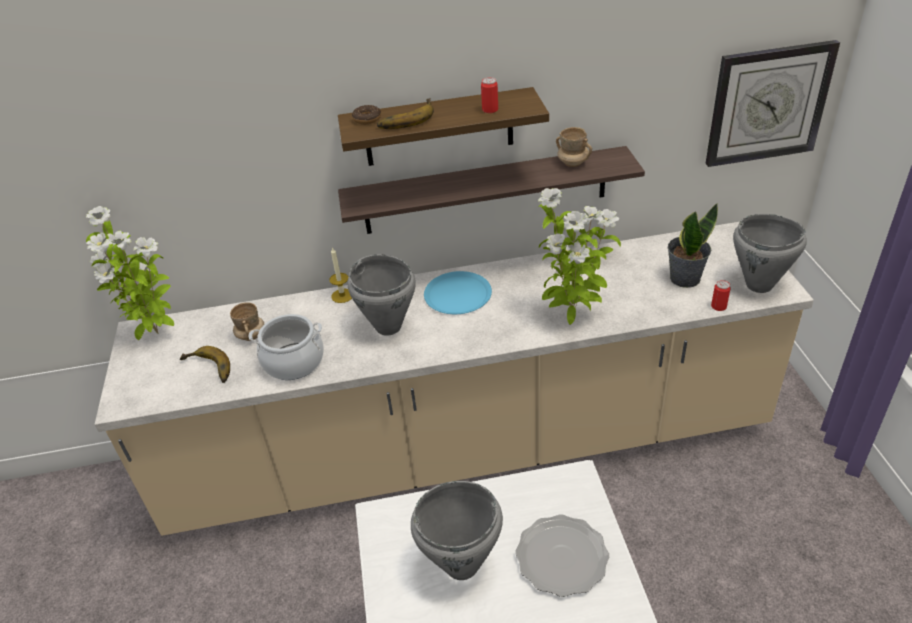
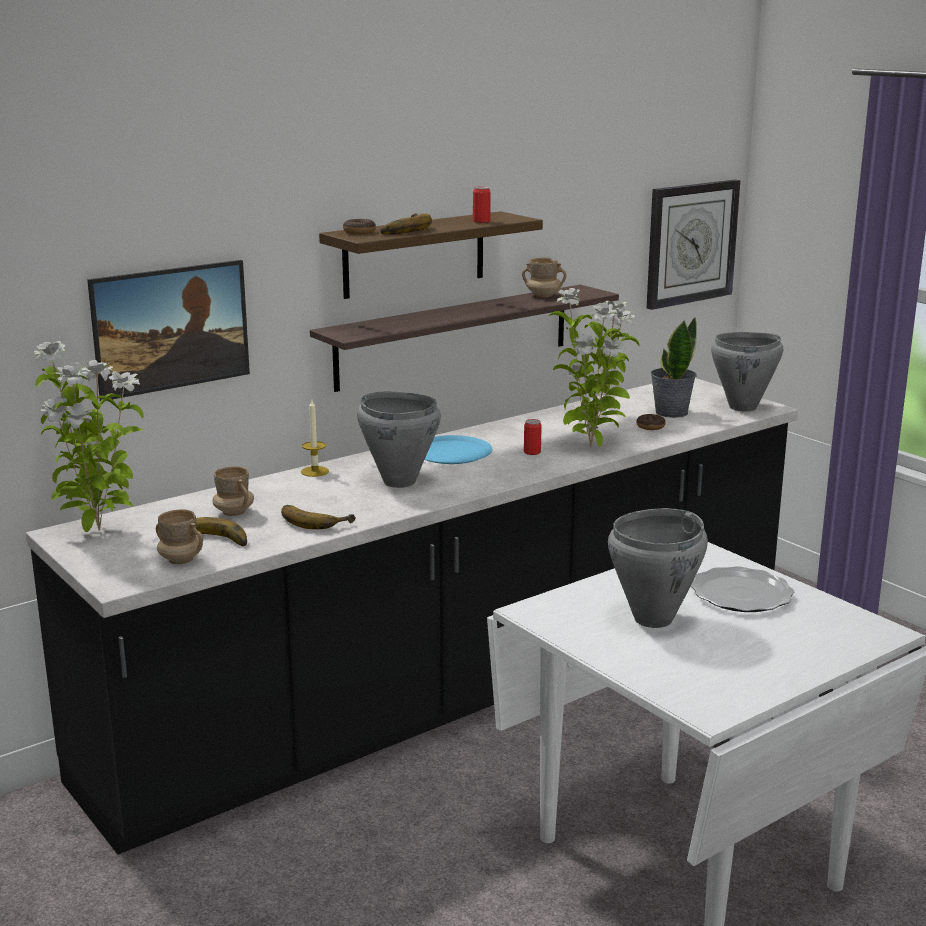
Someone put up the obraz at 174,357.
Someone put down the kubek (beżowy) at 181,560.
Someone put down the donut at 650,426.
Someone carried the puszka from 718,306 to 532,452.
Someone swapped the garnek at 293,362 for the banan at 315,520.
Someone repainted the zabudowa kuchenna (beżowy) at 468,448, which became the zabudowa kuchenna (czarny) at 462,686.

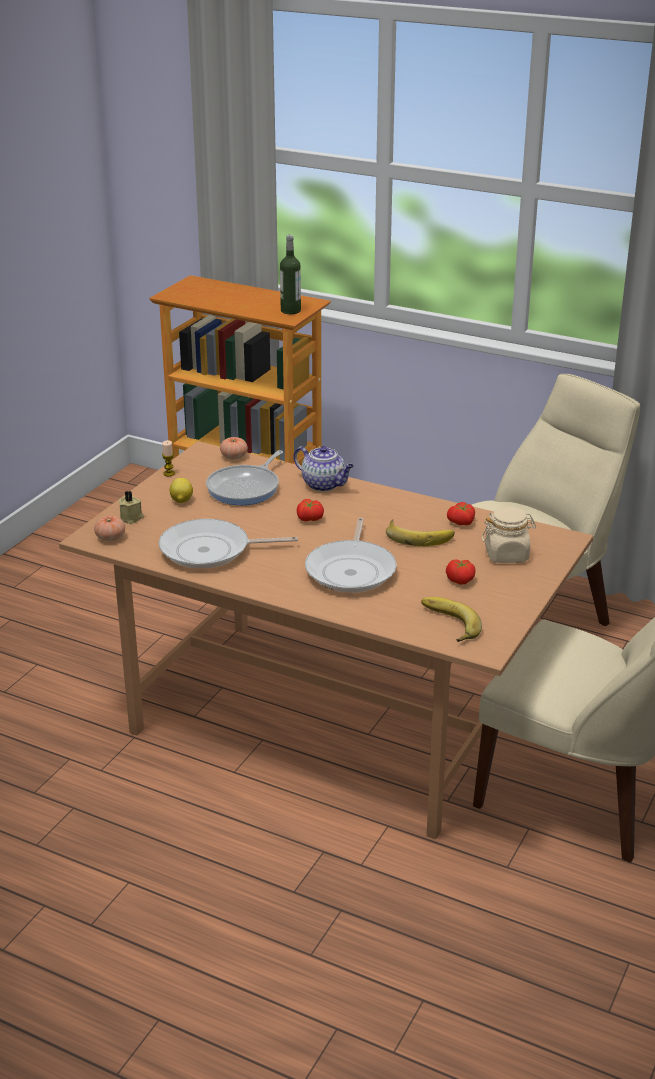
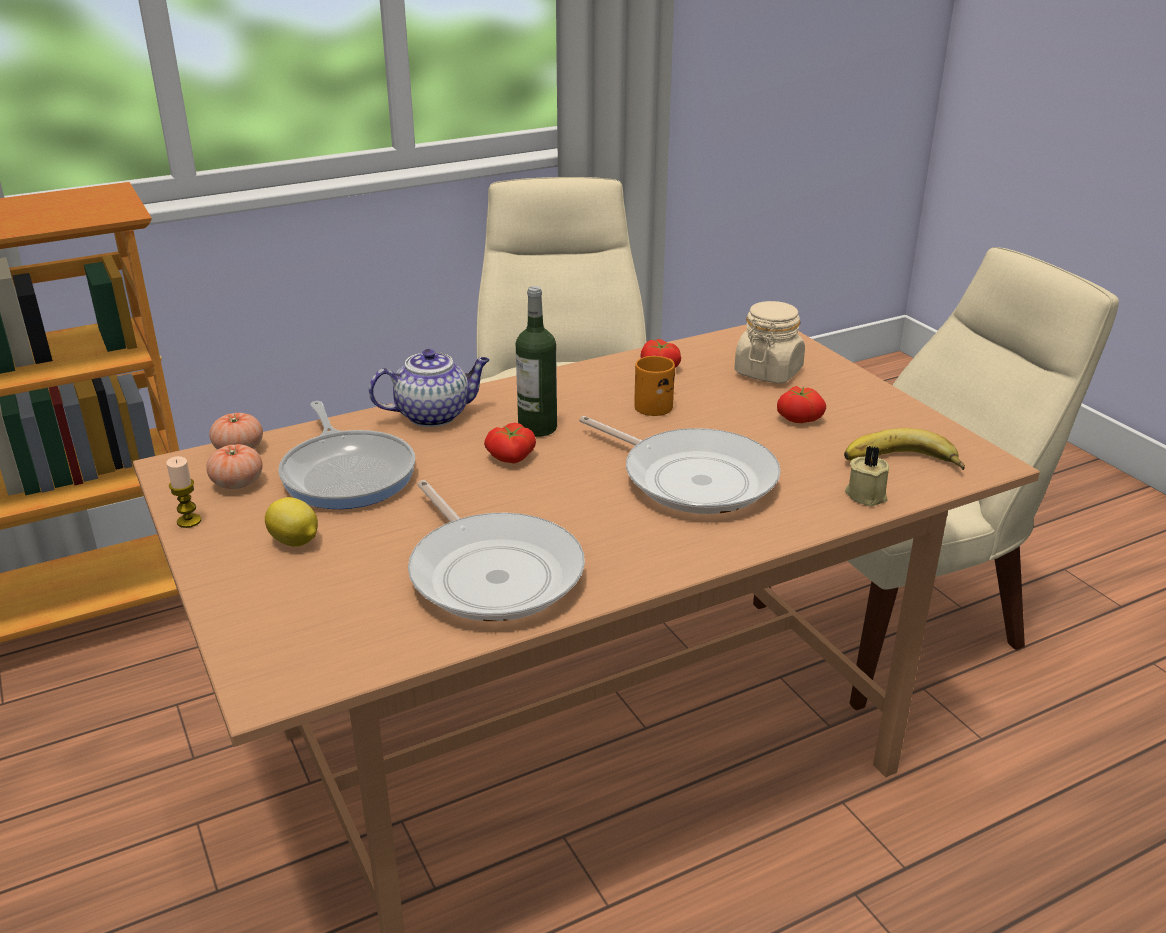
Someone carried the pomidor from 110,537 to 237,483.
Someone carried the świeca (beżowy) from 131,518 to 866,494.
Someone carried the butelka from 290,311 to 537,428.
Someone swapped the banan at 419,535 for the kubek (pomarańczowy) at 657,403.
Someone rotated the patelnia at 210,551 by 60 degrees counterclockwise.

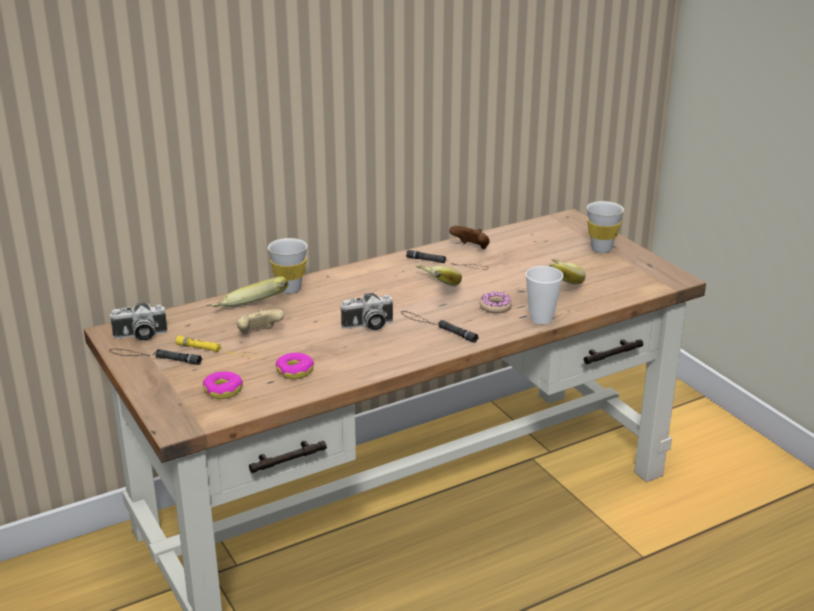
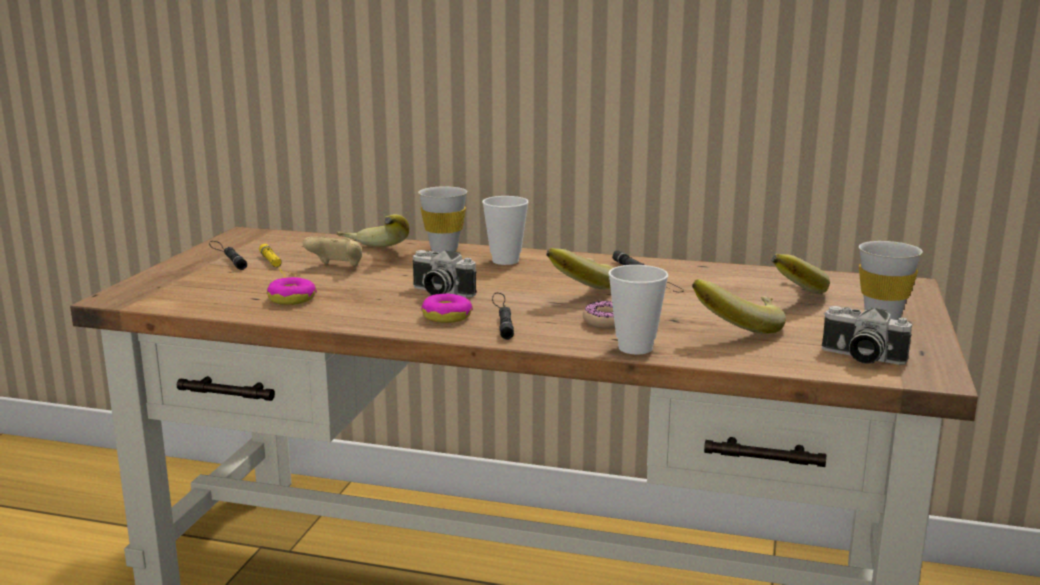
Someone took away the pad do gier (brązowy) at 471,248.
Someone put down the filiżanka at 505,261.
Someone put down the banan at 789,294.
Someone carried the aparat fotograficzny from 140,336 to 860,357.
Someone carried the donut from 223,390 to 447,316.

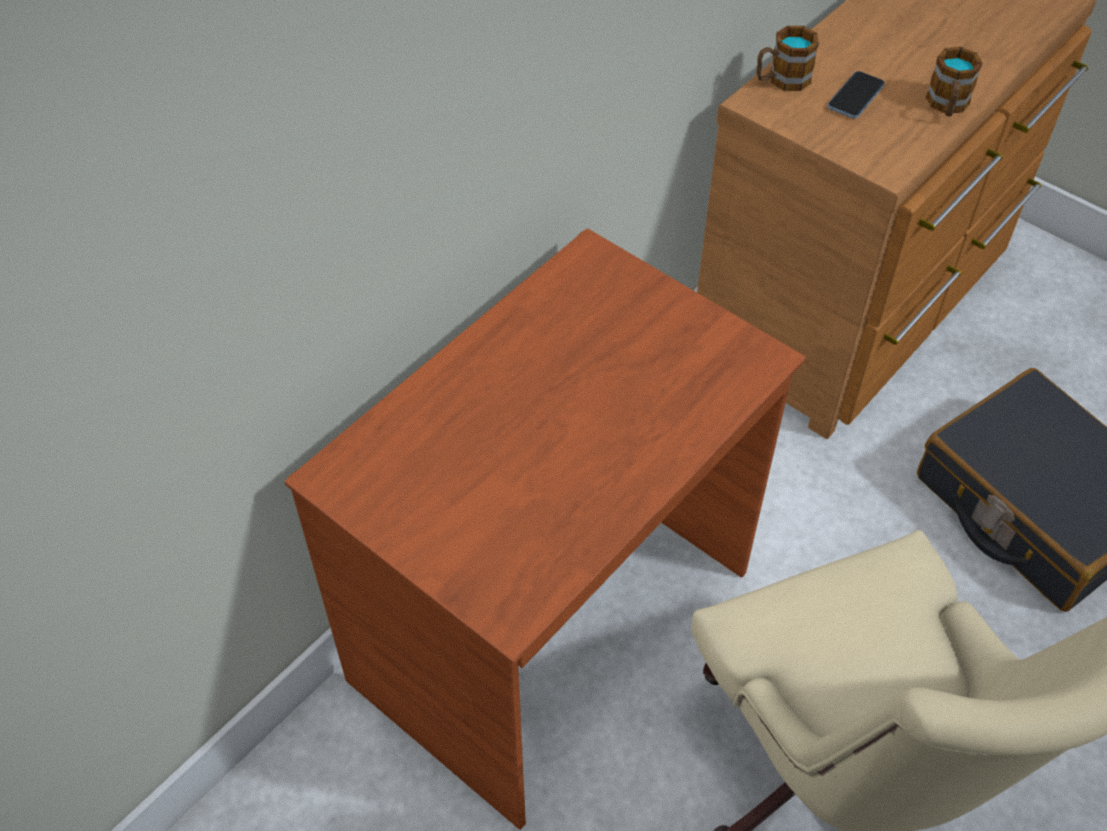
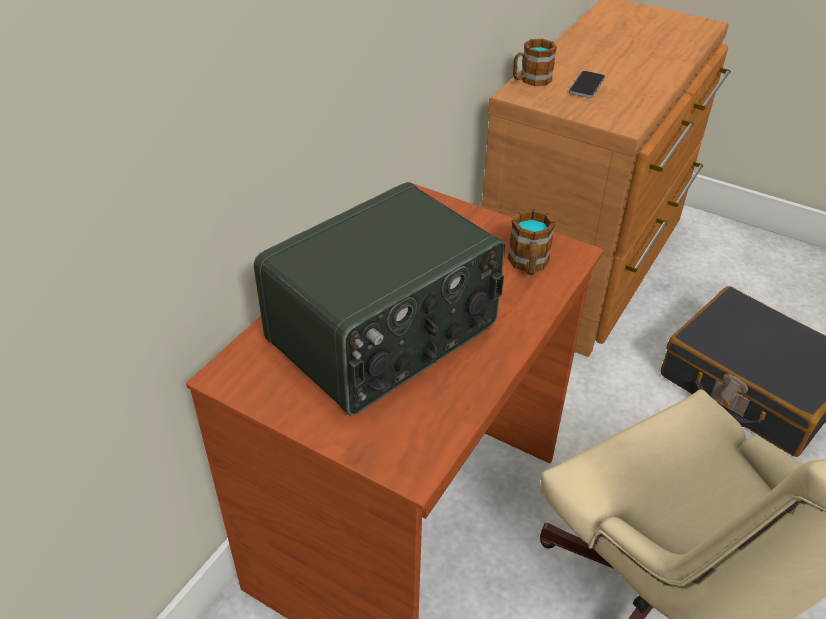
Someone put down the radio at 385,335.
Someone carried the kubek from 947,106 to 528,265.

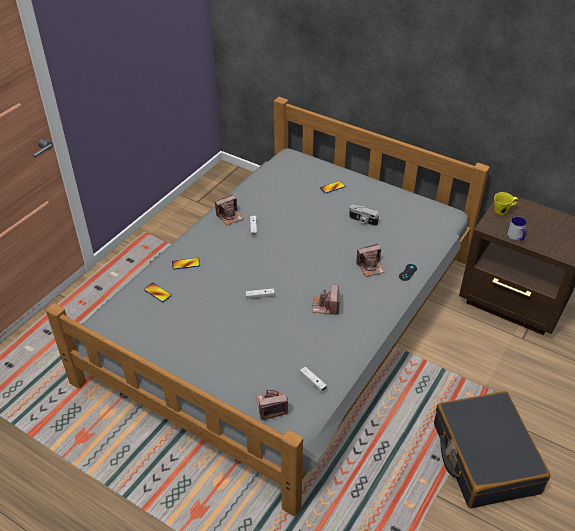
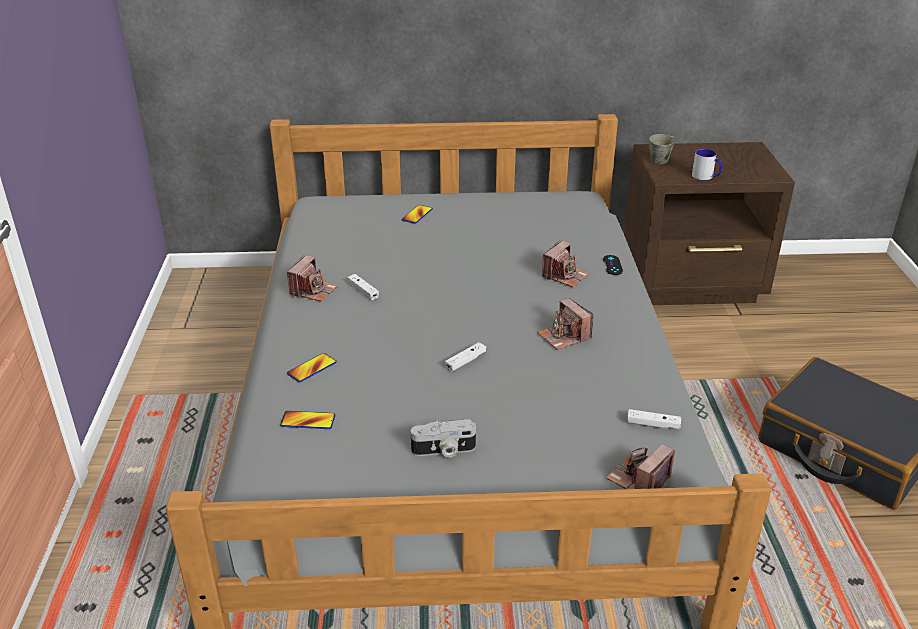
Someone carried the aparat fotograficzny from 362,221 to 444,451.
Someone repainted the kubek (żółty) at 502,211, which became the kubek (szary) at 660,160.

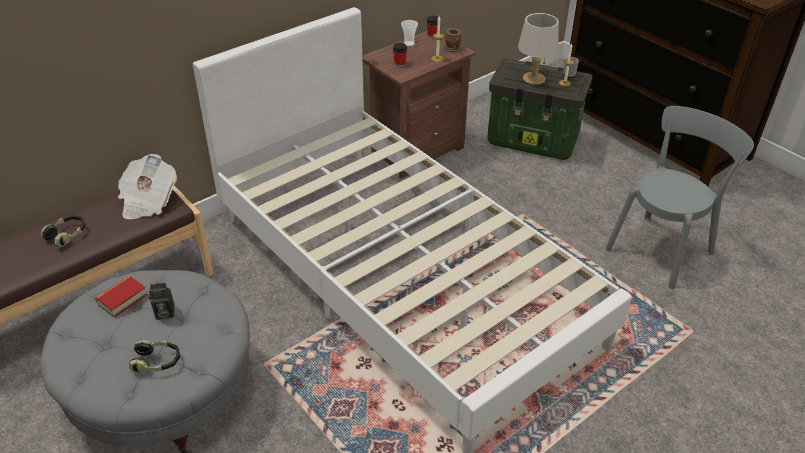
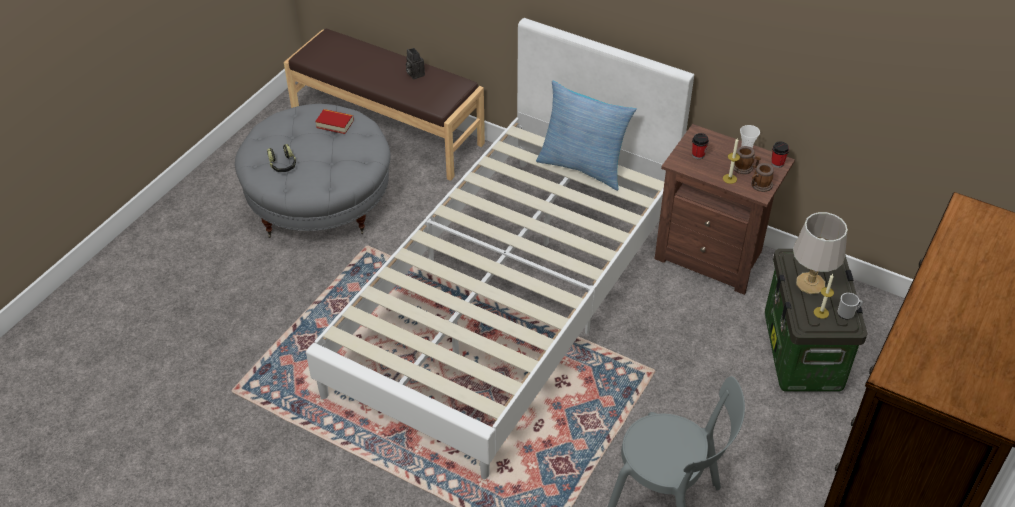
Someone took away the słuchawki at 67,235.
Someone took away the gazeta at 148,201.
Someone put down the poduszka at 583,166.
Someone put down the kubek at 745,168.
Someone carried the aparat fotograficzny from 164,313 to 414,74.

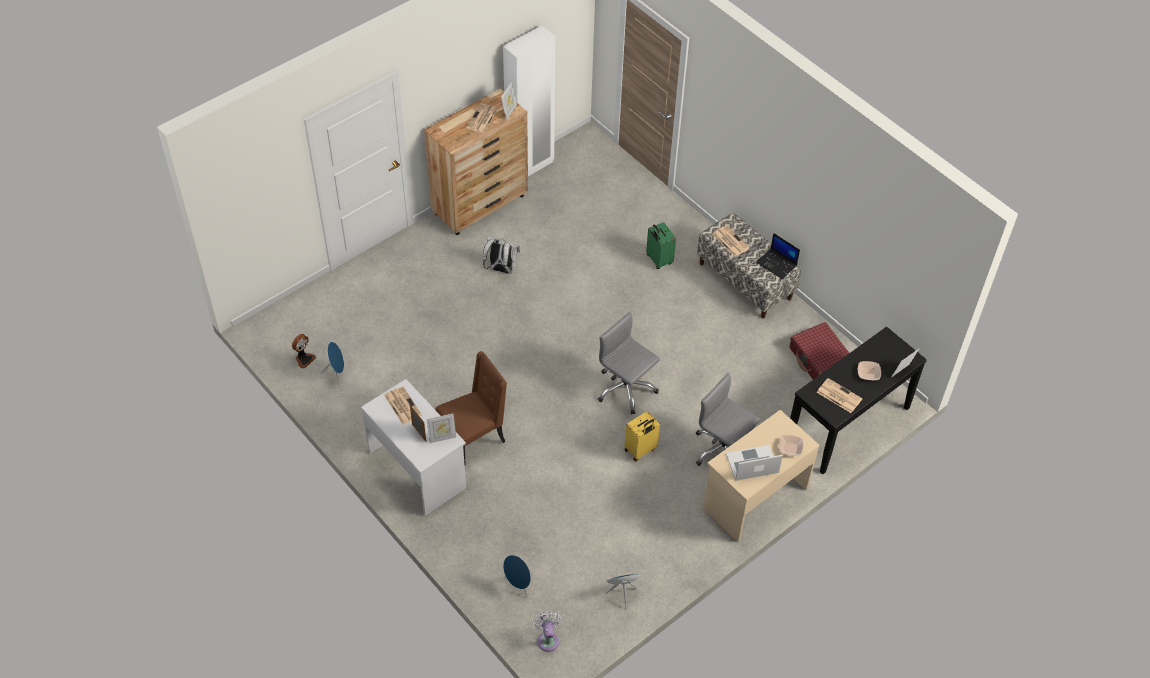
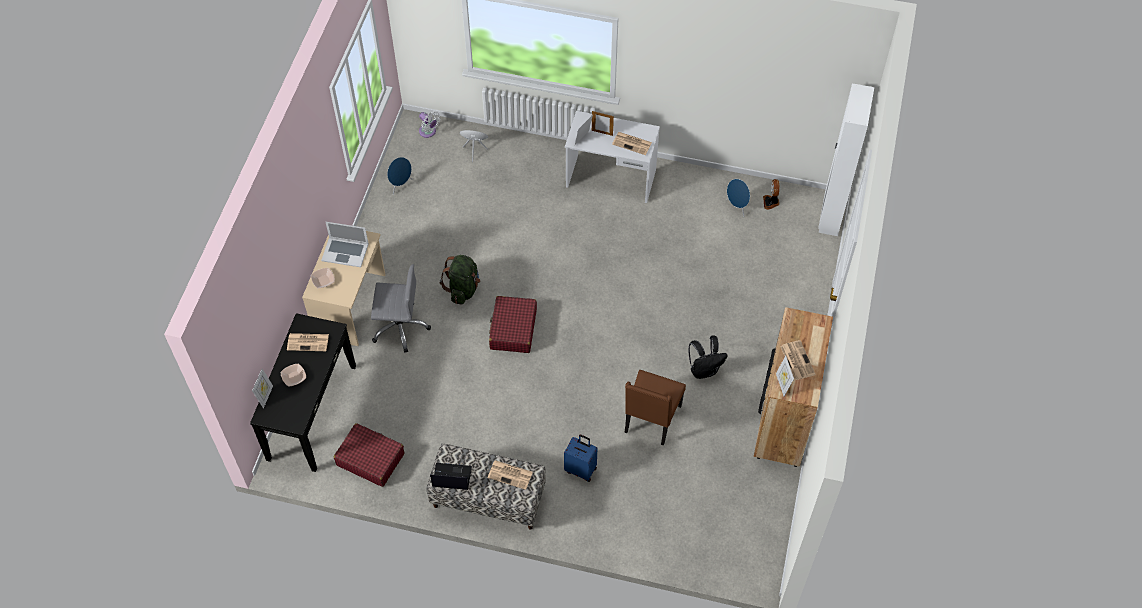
Someone carried the krzesło (brązowy) from 474,437 to 651,420.
Someone carried the szafa (biały) from 530,167 to 830,215.
Someone swapped the krzesło biurowe (szary) at 625,389 for the walizka (czerwony) at 513,329.
Someone swapped the walizka (żółty) at 641,450 for the plecak (zielony) at 463,288.
Someone repainted the plecak (biały) at 501,269, which became the plecak (czarny) at 704,370.
Someone repainted the walizka (zielony) at 658,260, which became the walizka (niebieski) at 581,469.
Someone rotated the laptop at 752,463 by 60 degrees clockwise.

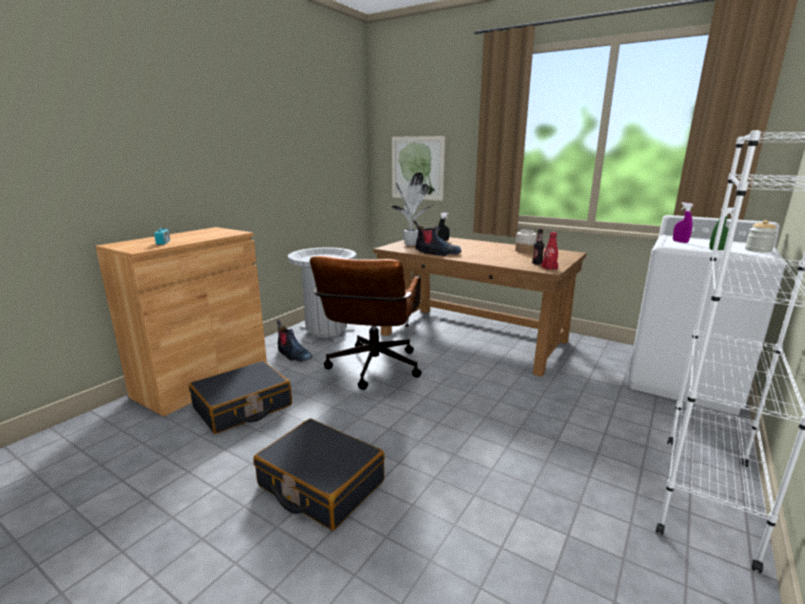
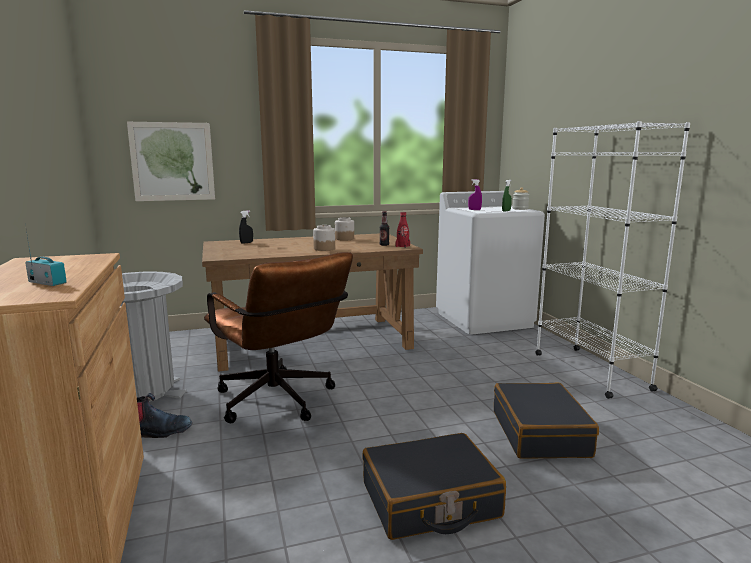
Someone took away the roślina doniczkowa at 411,244.
Someone took away the but z cholewką at 436,253.
Someone put down the słoik at 324,249.
Someone carried the walizka (czarny) from 243,407 to 540,433.

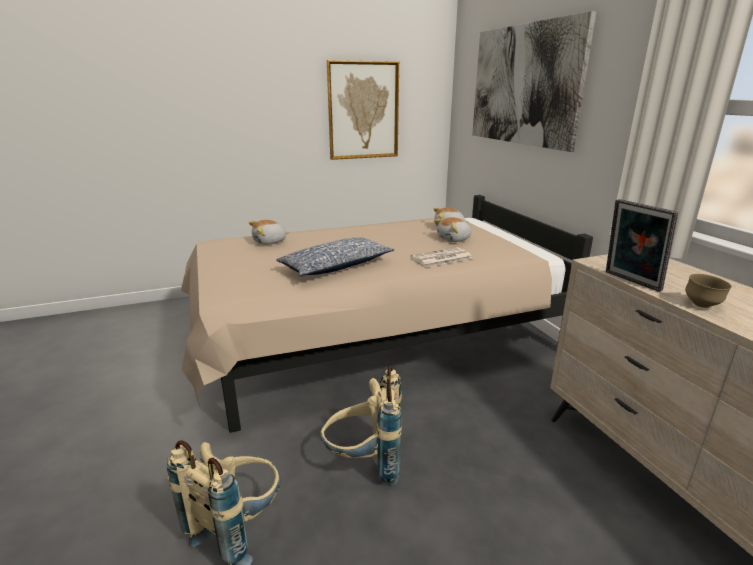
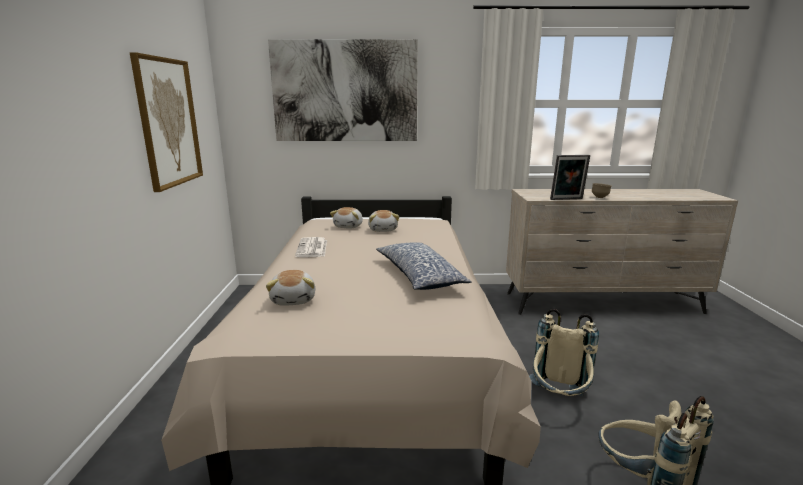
Someone carried the gazeta from 441,258 to 312,248.

